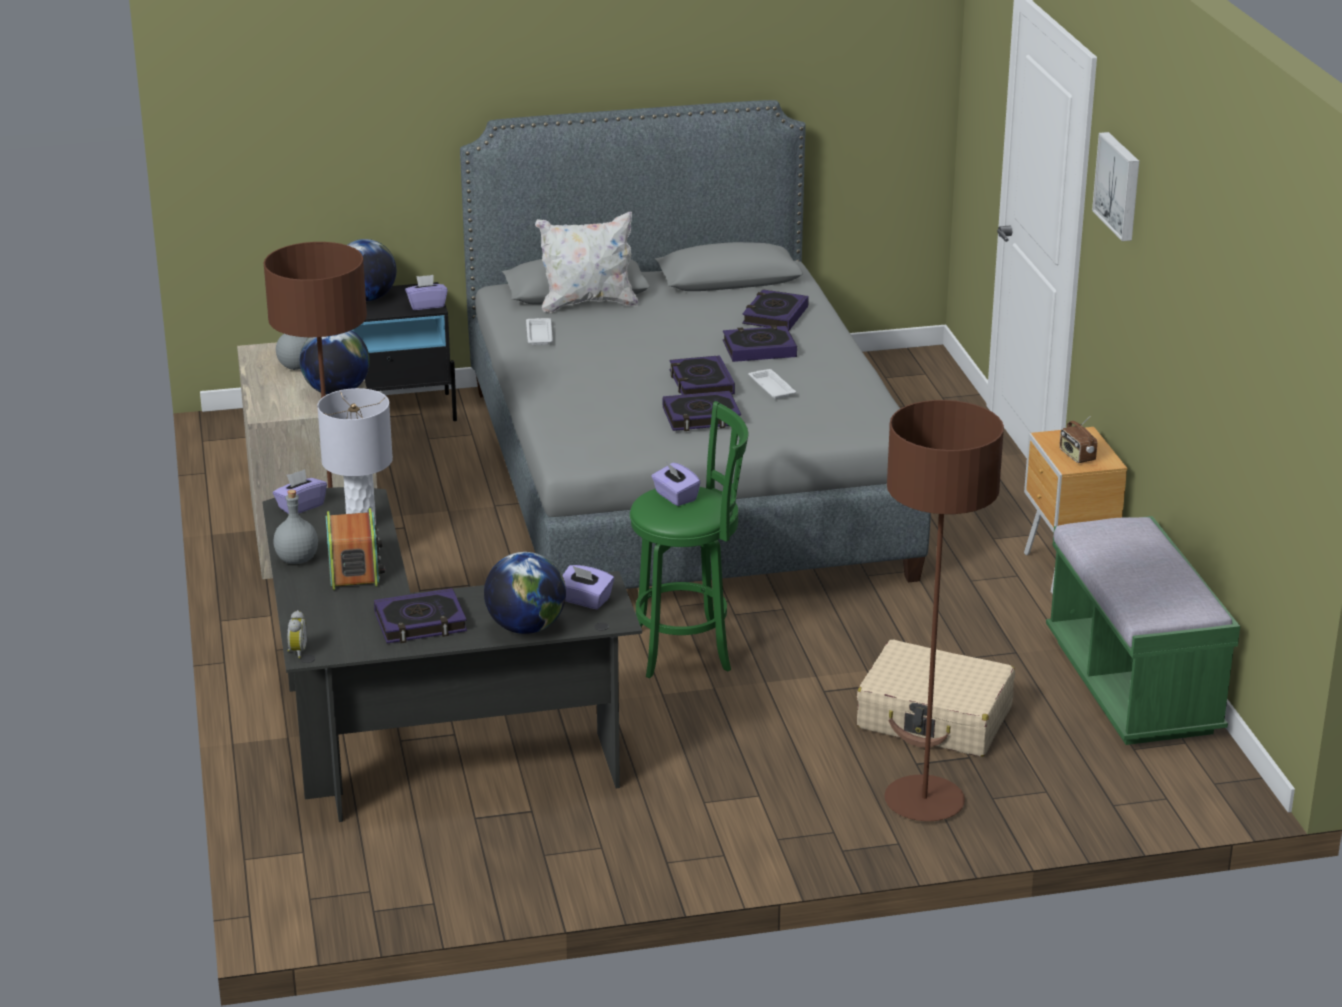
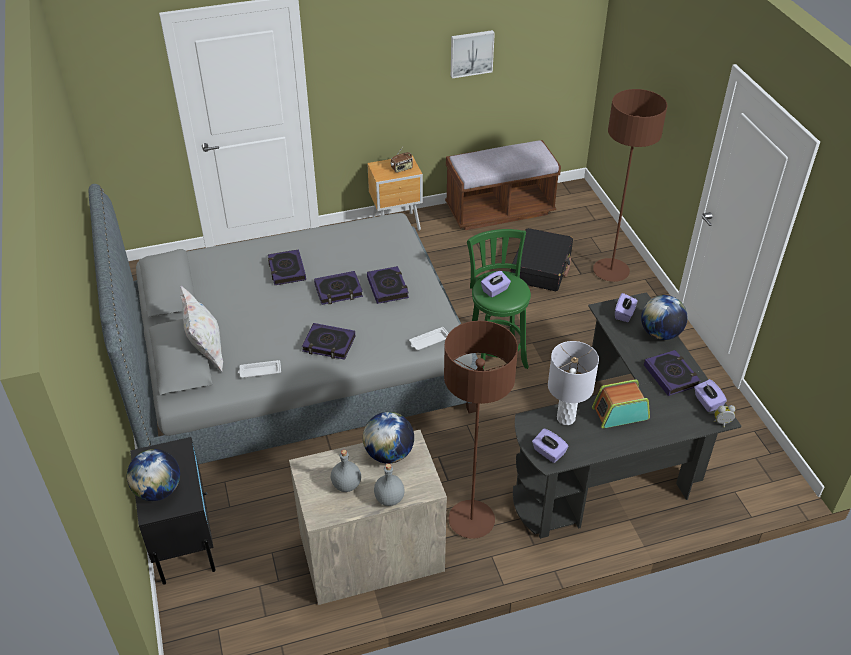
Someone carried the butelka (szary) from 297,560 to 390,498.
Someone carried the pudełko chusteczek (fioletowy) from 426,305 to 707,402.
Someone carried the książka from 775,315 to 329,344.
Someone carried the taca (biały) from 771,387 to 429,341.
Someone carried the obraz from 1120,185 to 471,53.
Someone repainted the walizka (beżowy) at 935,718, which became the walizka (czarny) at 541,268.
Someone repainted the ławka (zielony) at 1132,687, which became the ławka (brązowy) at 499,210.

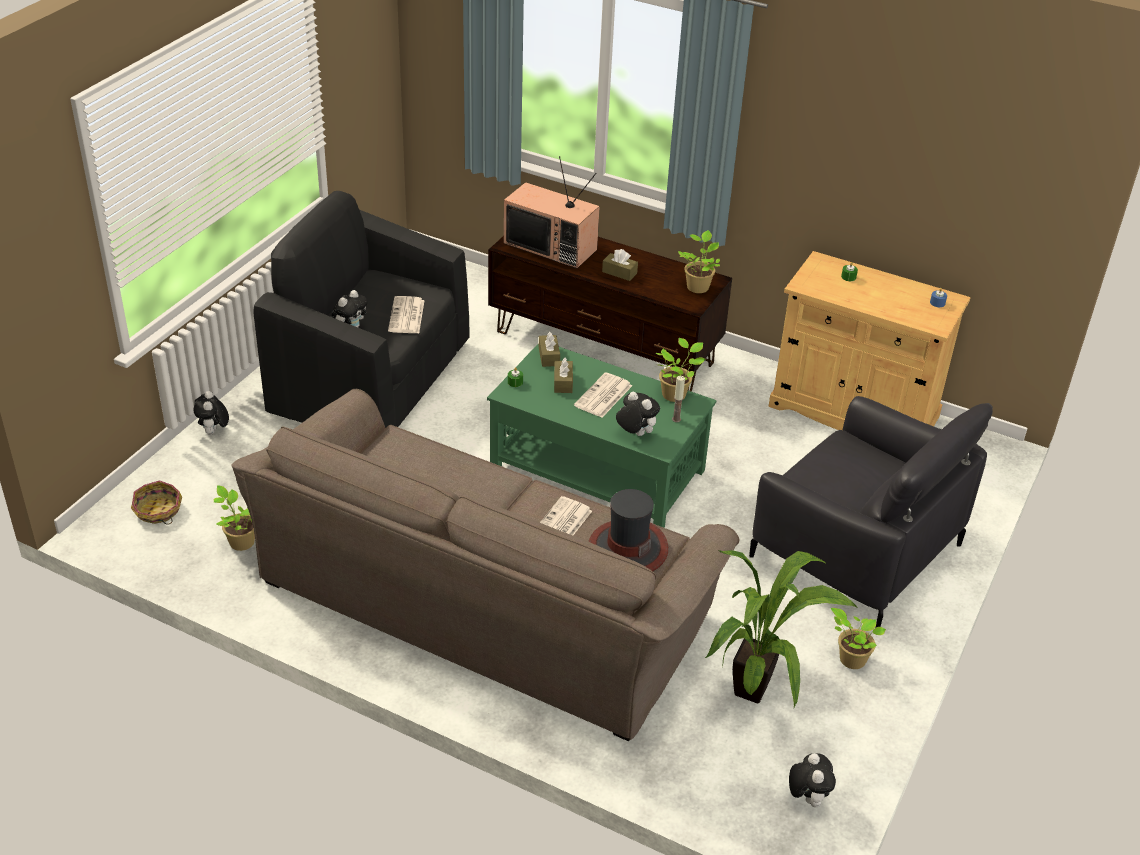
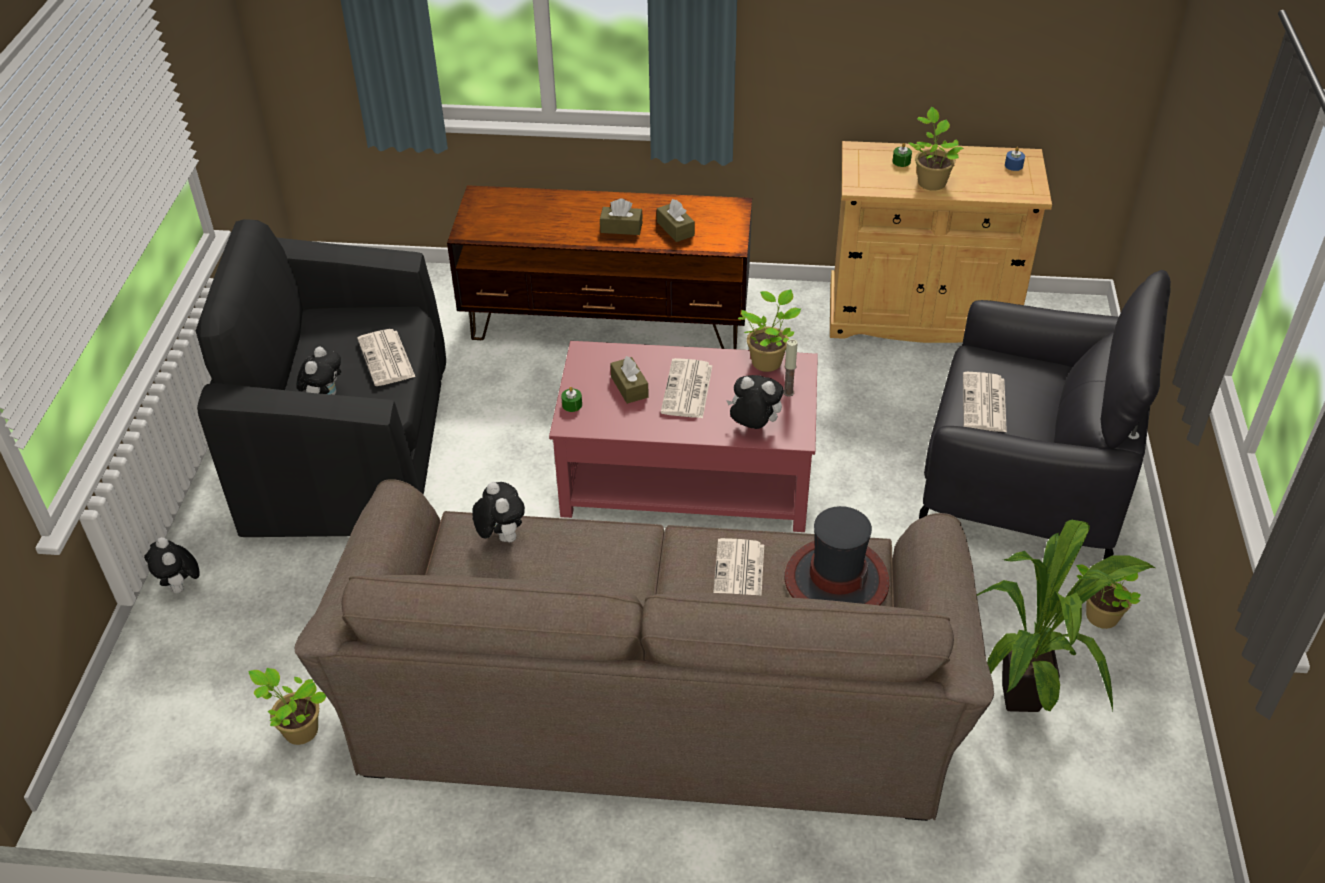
Someone took away the koszyk at 158,511.
Someone took away the telewizor at 552,246.
Someone put down the gazeta at 984,404.
Someone carried the pudełko chusteczek (brązowy) from 549,356 to 675,229.
Someone carried the roślina doniczkowa from 698,286 to 931,181.
Someone carried the pluszak from 807,797 to 501,536.
Someone repainted the ława (zielony) at 596,468, which became the ława (czerwony) at 686,476.

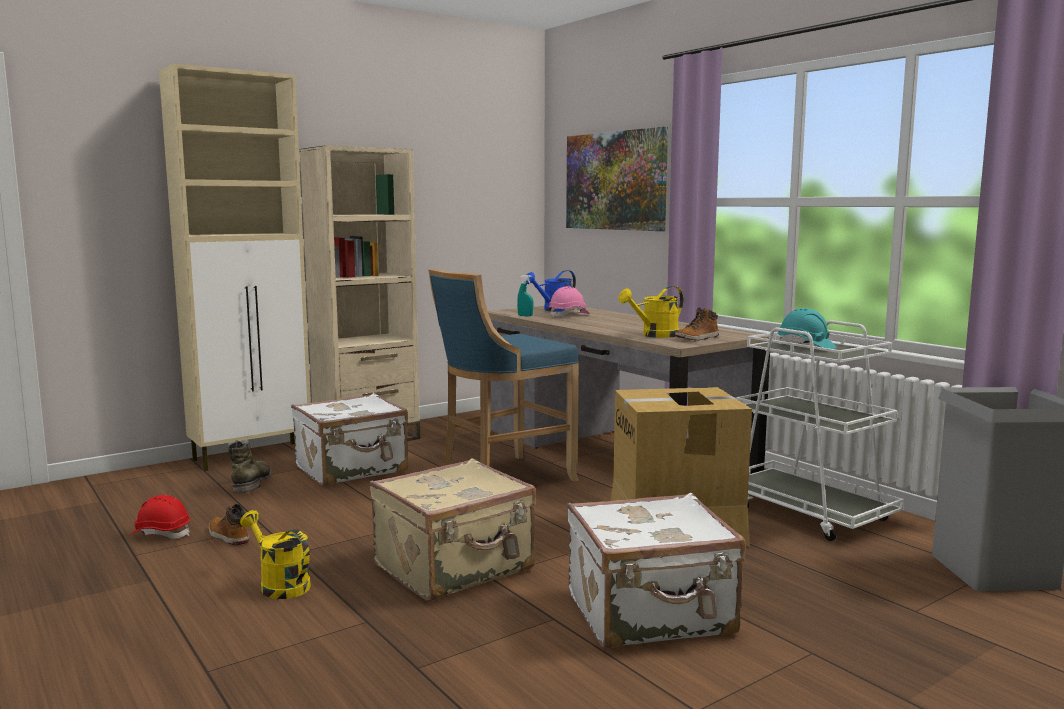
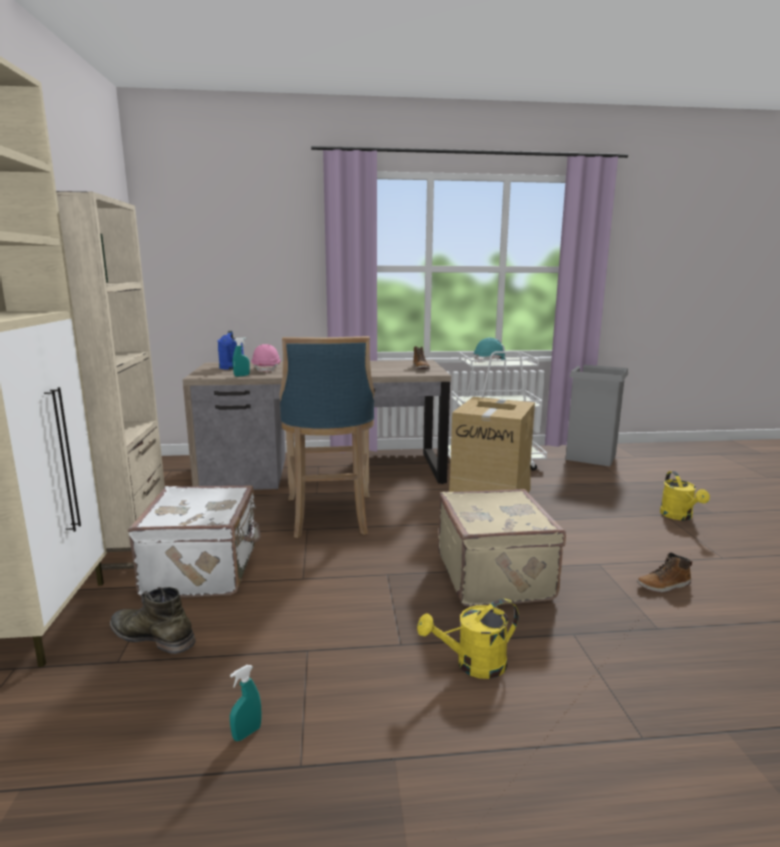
Someone took away the obraz at 615,181.
Someone took away the walizka (biały) at 651,615.
Someone carried the but z cholewką from 228,536 to 664,585.
Someone carried the konewka (żółty) from 655,335 to 679,516.
Someone swapped the kask (czerwony) at 161,534 for the spryskiwacz (turkusowy) at 247,733.

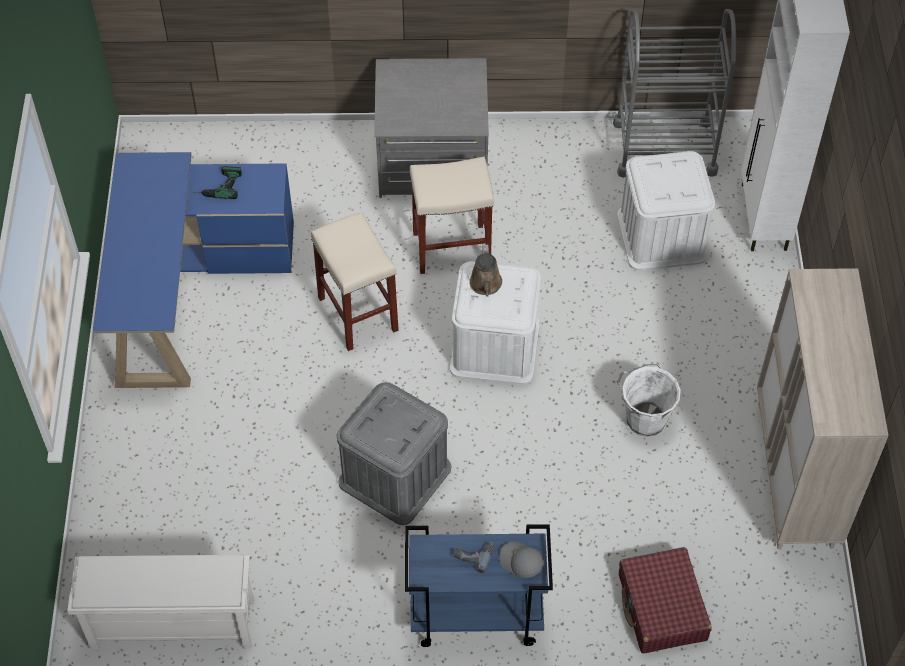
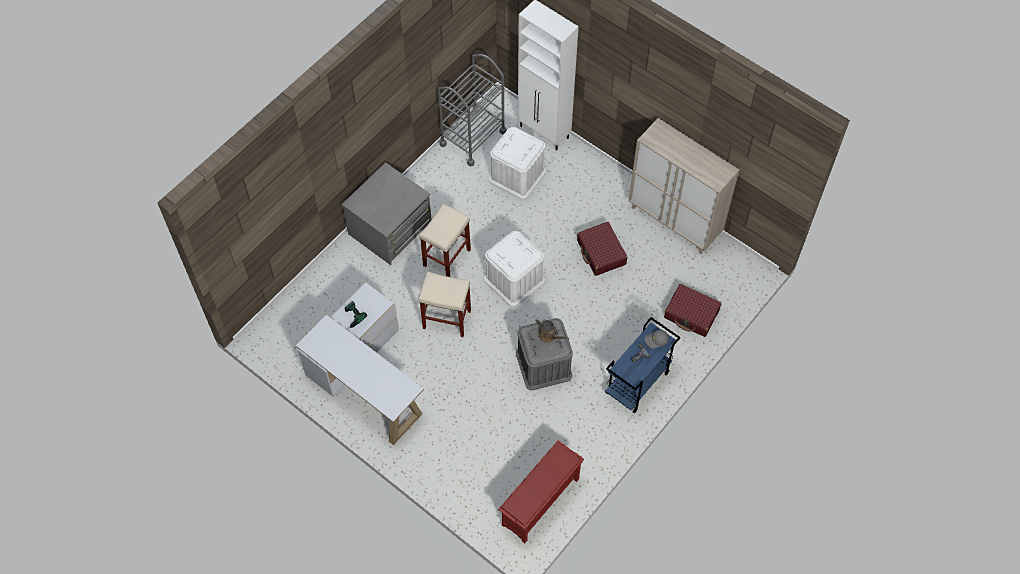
Someone carried the konewka (brązowy) from 486,285 to 549,335.
Someone swapped the wiadro (biały) at 644,419 for the walizka (czerwony) at 601,253.
Someone repainted the regał na buty (biały) at 171,625, which became the regał na buty (czerwony) at 540,503.
Someone repainted the biurko (niebieski) at 186,290, which became the biurko (biały) at 366,379.

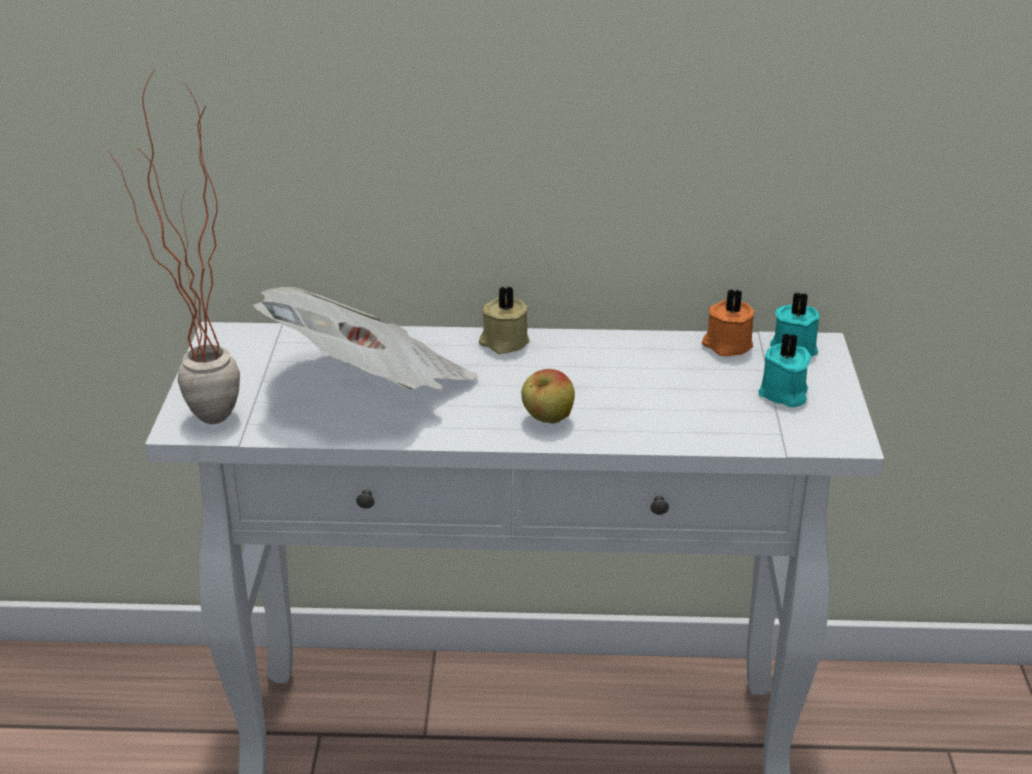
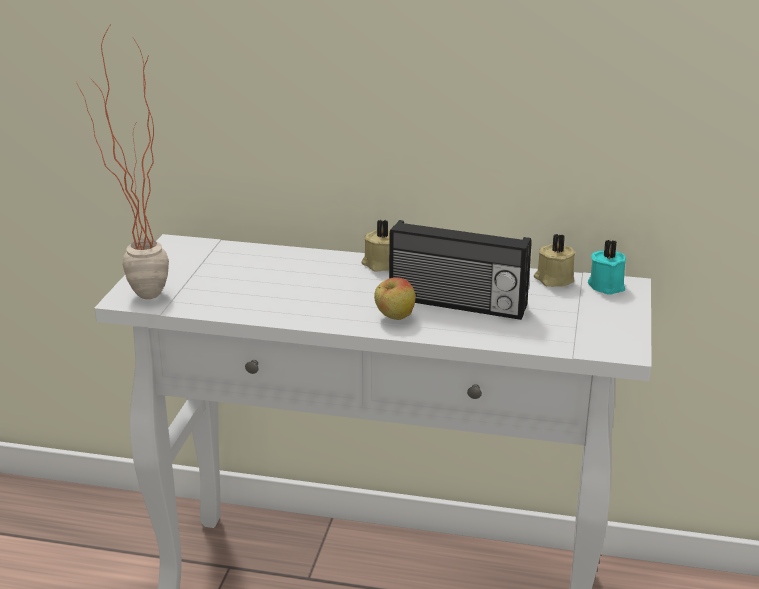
Someone took away the gazeta at 372,388.
Someone took away the świeca (turkusowy) at 783,394.
Someone put down the radio at 457,304.
Someone repainted the świeca (pomarańczowy) at 726,345, which became the świeca (beżowy) at 553,279.

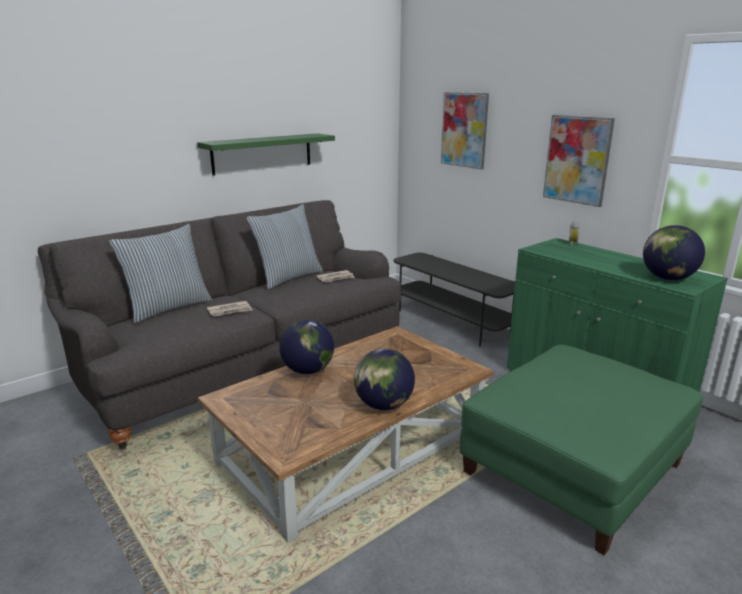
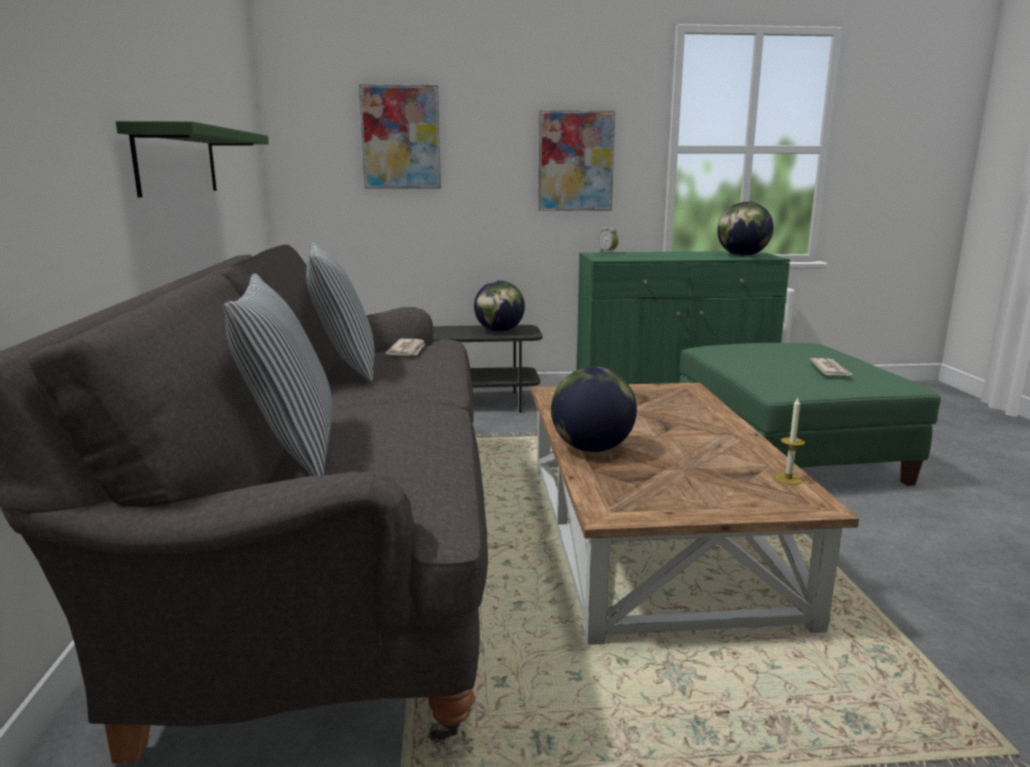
Someone put down the świeca at 788,479.
Someone carried the gazeta from 230,311 to 830,370.
Someone carried the globus from 383,405 to 499,331.

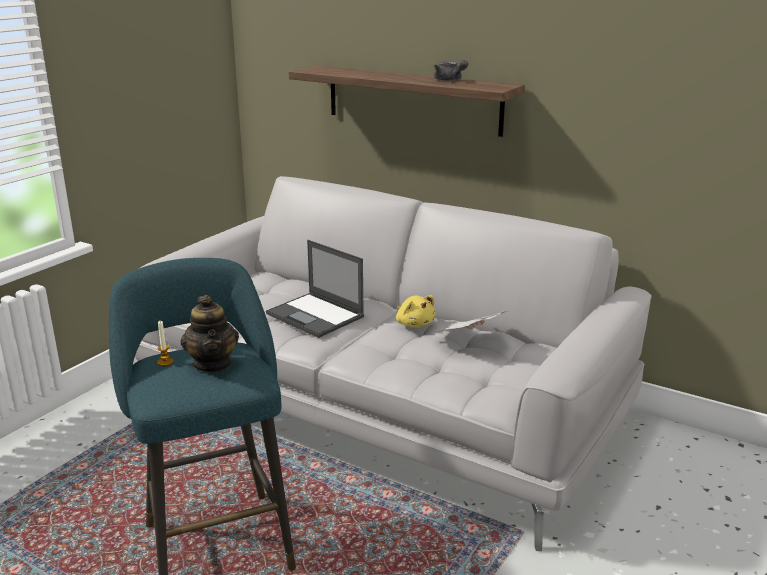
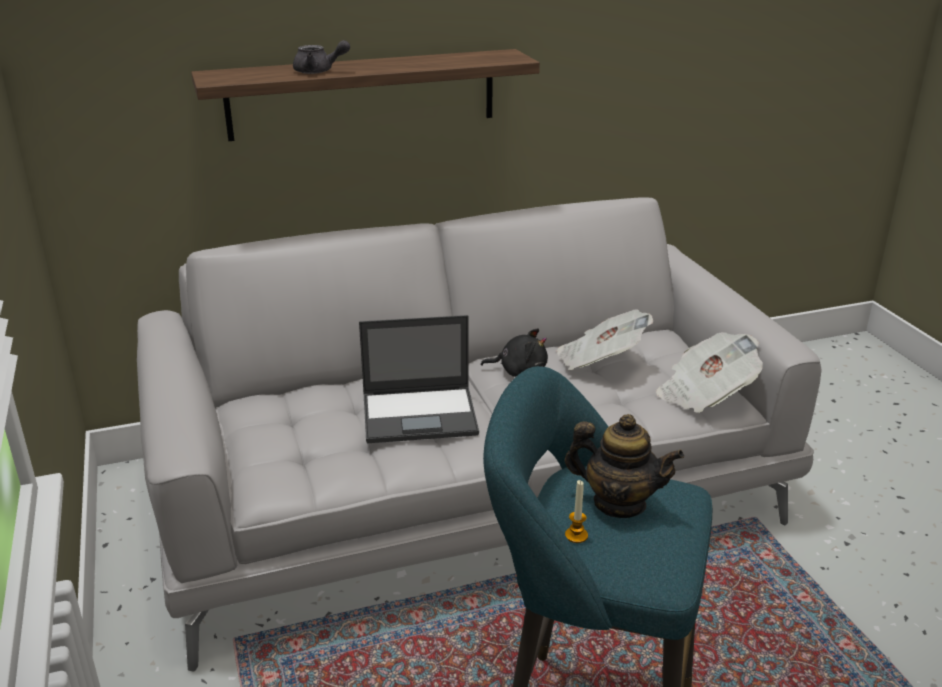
Someone put down the gazeta at 705,394.
Someone carried the imbryk (szary) from 449,80 to 319,71.
Someone repainted the pluszak (żółty) at 414,324, which became the pluszak (czarny) at 519,371.

